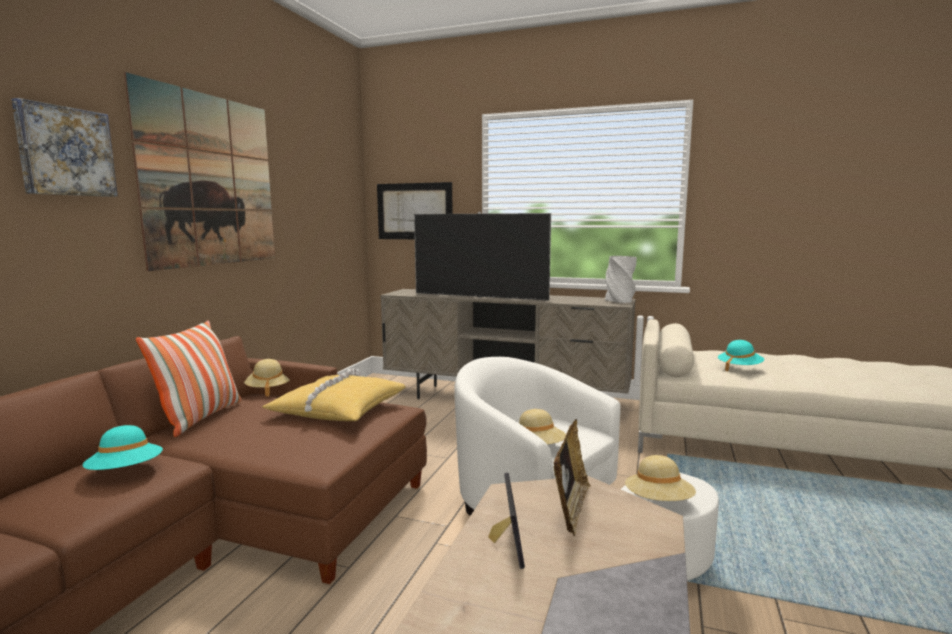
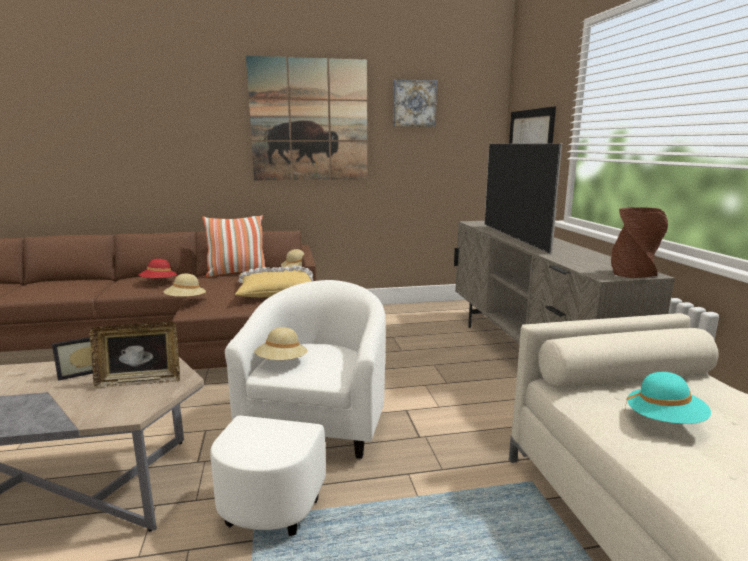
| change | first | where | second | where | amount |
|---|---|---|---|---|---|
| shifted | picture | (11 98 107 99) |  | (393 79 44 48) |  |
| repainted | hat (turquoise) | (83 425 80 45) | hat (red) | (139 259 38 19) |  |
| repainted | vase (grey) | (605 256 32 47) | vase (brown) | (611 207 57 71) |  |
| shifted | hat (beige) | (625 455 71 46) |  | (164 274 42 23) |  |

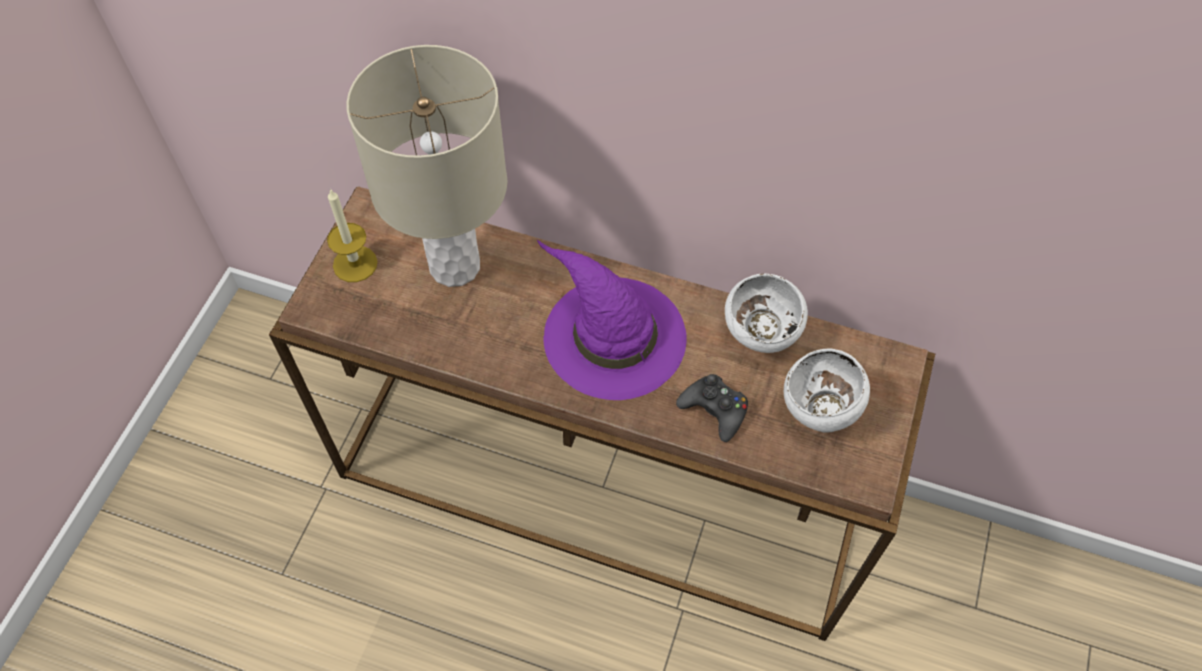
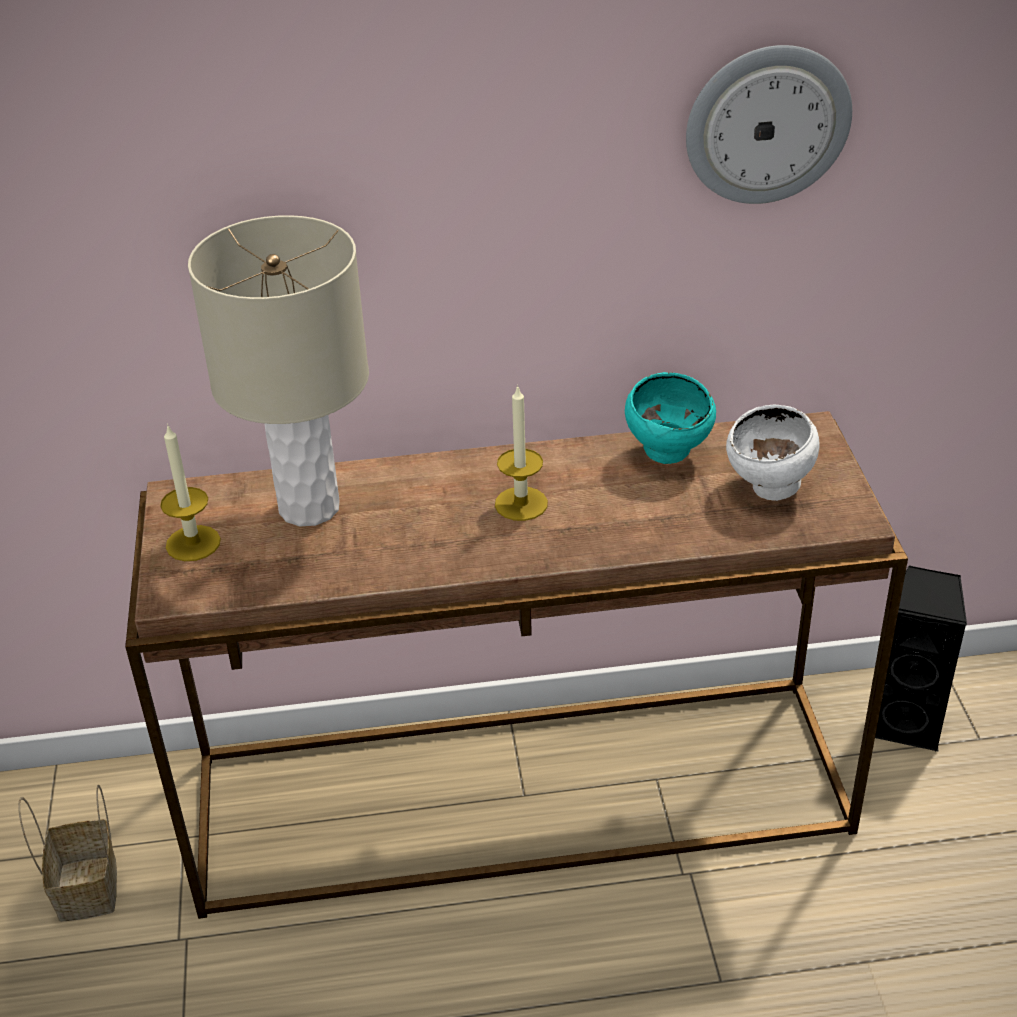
| change | first | where | second | where | amount |
|---|---|---|---|---|---|
| swapped | hat (purple) | (537 240 149 160) | candle | (495 385 53 136) |  |
| gone | game controller (black) | (676 374 72 68) |  |  |  |
| repainted | bowl (white) | (725 273 83 80) | bowl (turquoise) | (625 372 91 92) |  |
| new |  |  | basket | (18 785 99 137) |  |
| new |  |  | wall clock | (686 45 166 159) |  |
| new |  |  | speaker (black) | (875 565 92 187) |  |

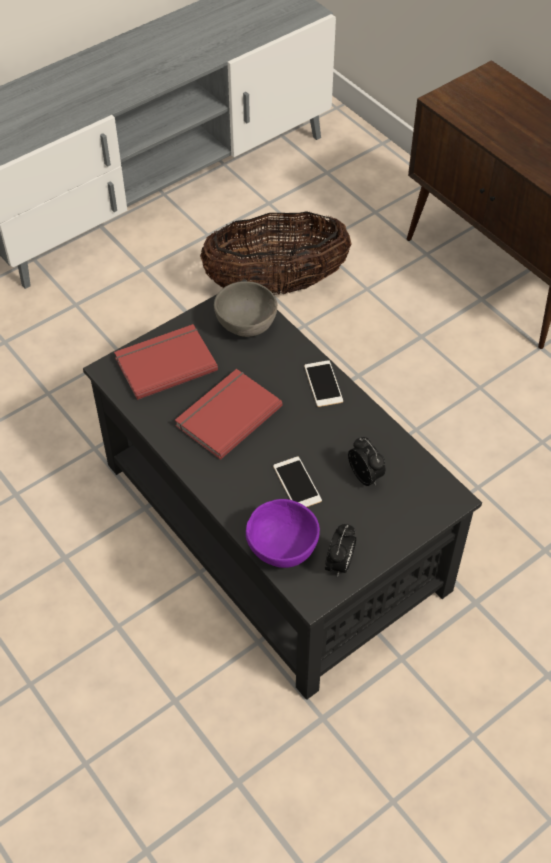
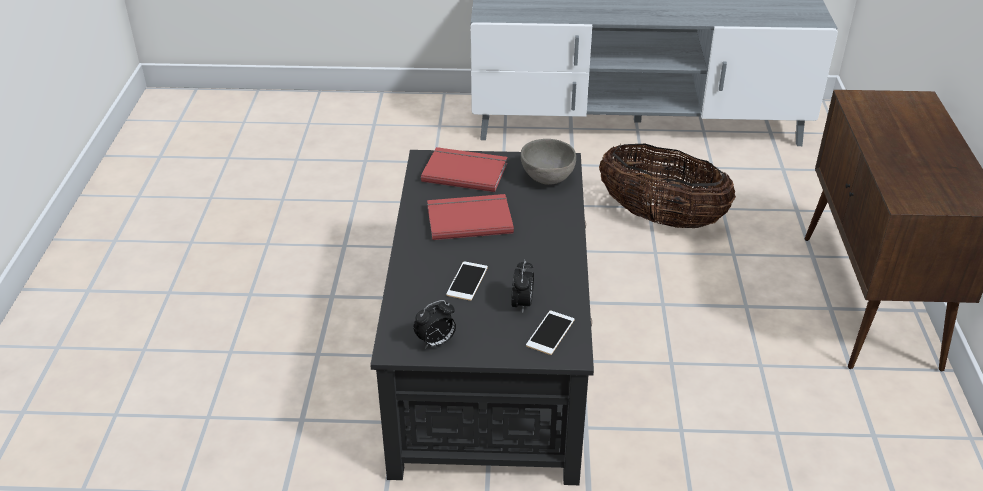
| change | first | where | second | where | amount |
|---|---|---|---|---|---|
| gone | bowl (purple) | (246 499 74 69) |  |  |  |
| shifted | phone | (304 360 39 47) |  | (526 311 49 44) |  |

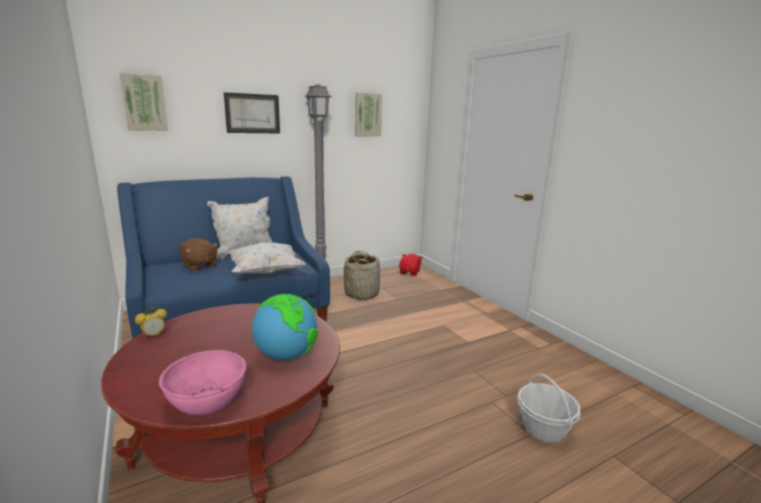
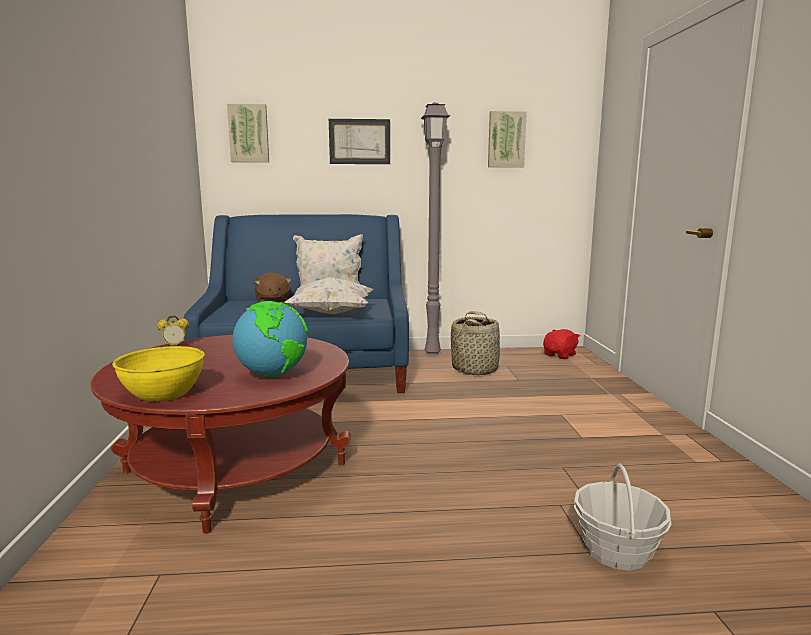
| change | first | where | second | where | amount |
|---|---|---|---|---|---|
| repainted | bowl (pink) | (159 350 87 66) | bowl (yellow) | (112 346 93 56) |  |

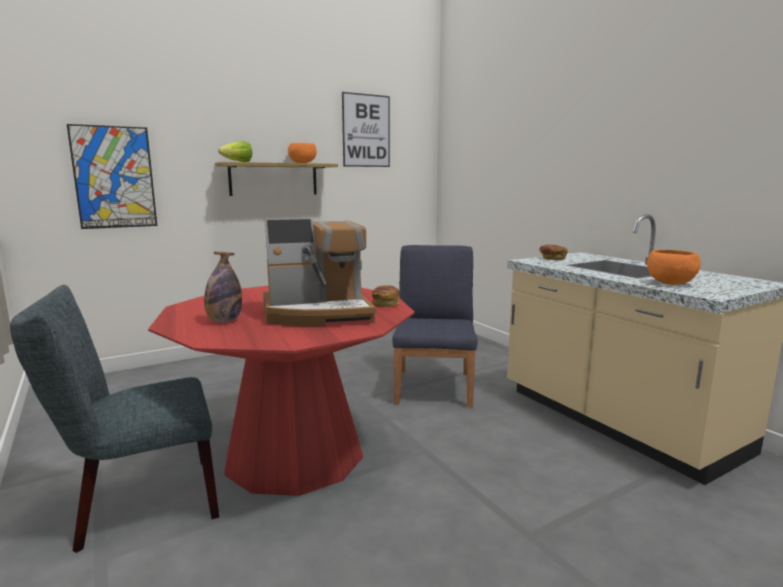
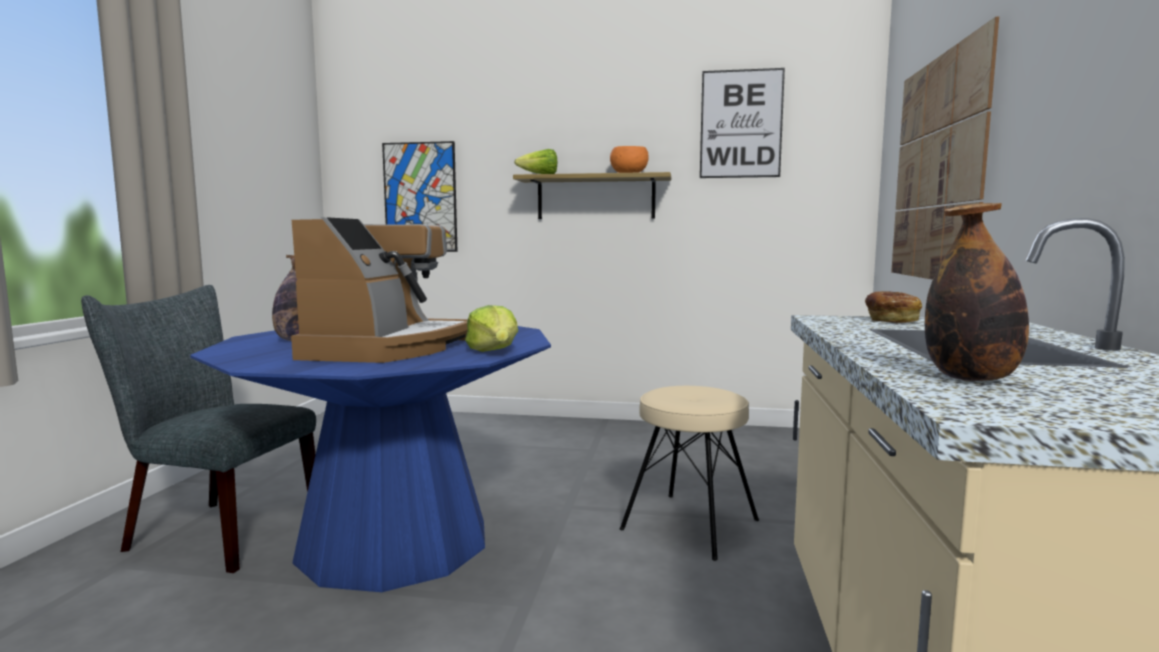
| change | first | where | second | where | amount |
|---|---|---|---|---|---|
| repainted | dining table (red) | (148 286 267 210) | dining table (blue) | (190 326 361 266) |  |
| rotated | coffee machine | (263 219 113 107) |  | (291 217 177 146) | 105 degrees counterclockwise |
| swapped | bread | (372 285 28 22) | lettuce | (465 305 53 47) |  |
| swapped | chair (blue) | (392 245 86 163) | stool (beige) | (620 386 139 175) |  |
| swapped | bowl (orange) | (647 250 54 35) | bottle | (925 203 104 178) |  |
| new |  |  | picture | (891 17 108 263) |  |

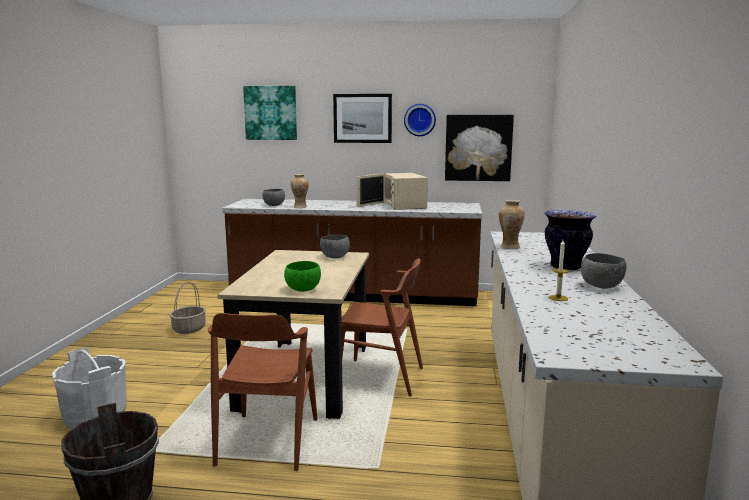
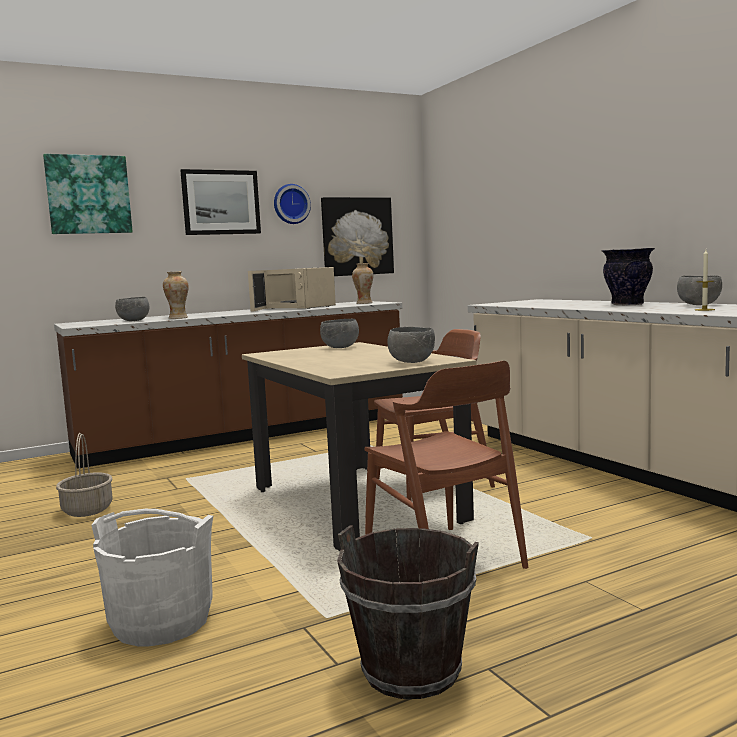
| change | first | where | second | where | amount |
|---|---|---|---|---|---|
| repainted | bowl (green) | (284 261 37 31) | bowl (grey) | (388 327 47 36) |  |
| shifted | vase | (499 200 26 49) |  | (352 263 21 41) |  |

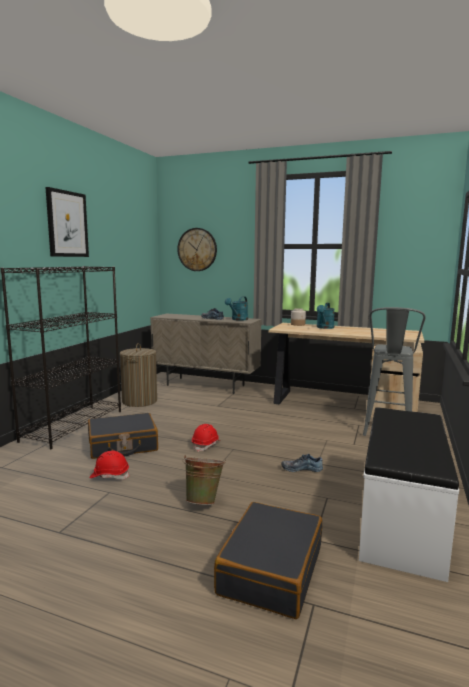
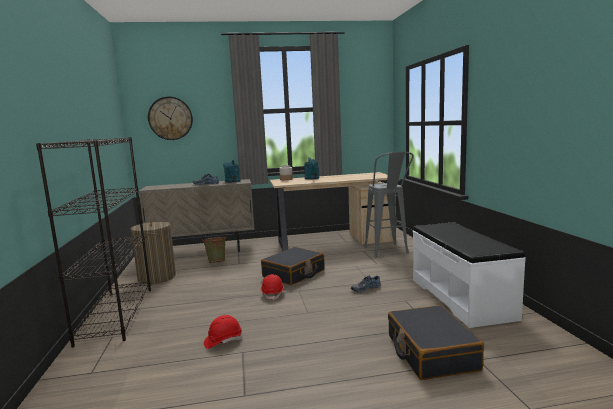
| change | first | where | second | where | amount |
|---|---|---|---|---|---|
| gone | picture | (45 187 44 70) |  |  |  |
| shifted | suitcase (black) | (88 413 70 46) |  | (261 247 64 38) |  |
| shifted | bucket (green) | (183 455 43 50) |  | (202 237 25 26) |  |

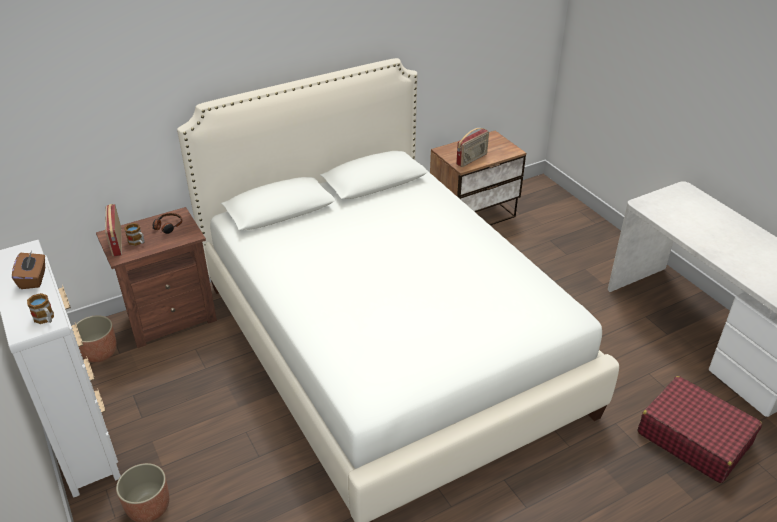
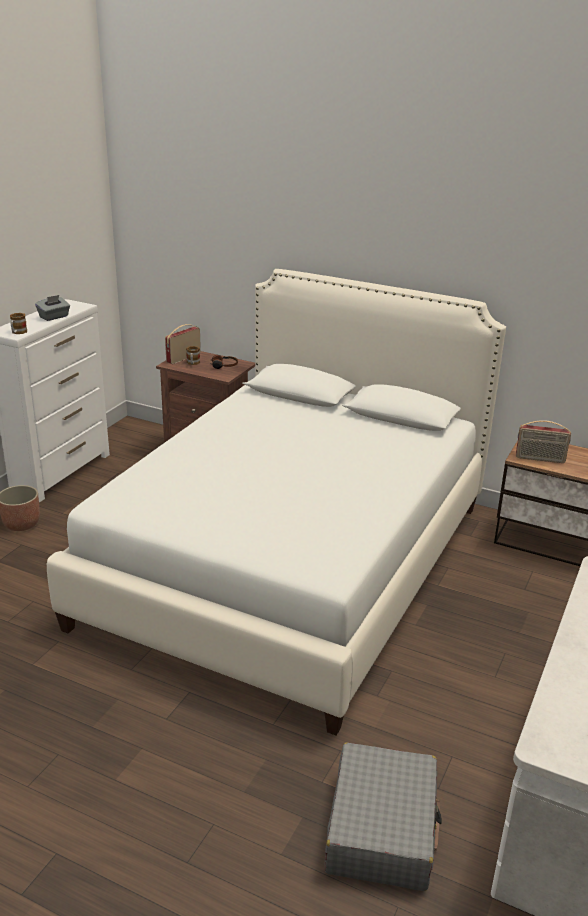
| change | first | where | second | where | amount |
|---|---|---|---|---|---|
| repainted | tissue box (brown) | (12 251 33 38) | tissue box (grey) | (35 295 35 26) |  |
| gone | planter | (76 315 41 47) |  |  |  |
| repainted | suitcase (red) | (637 376 125 107) | suitcase (grey) | (325 742 117 149) |  |

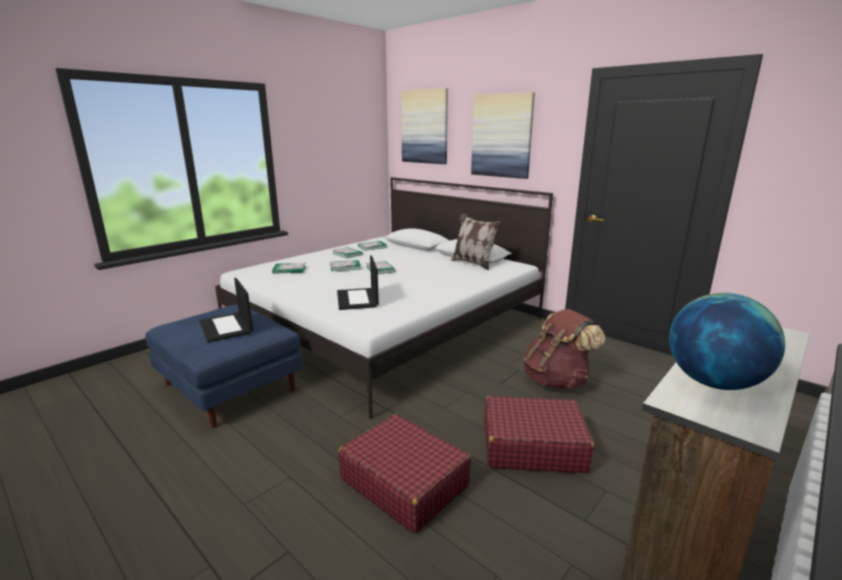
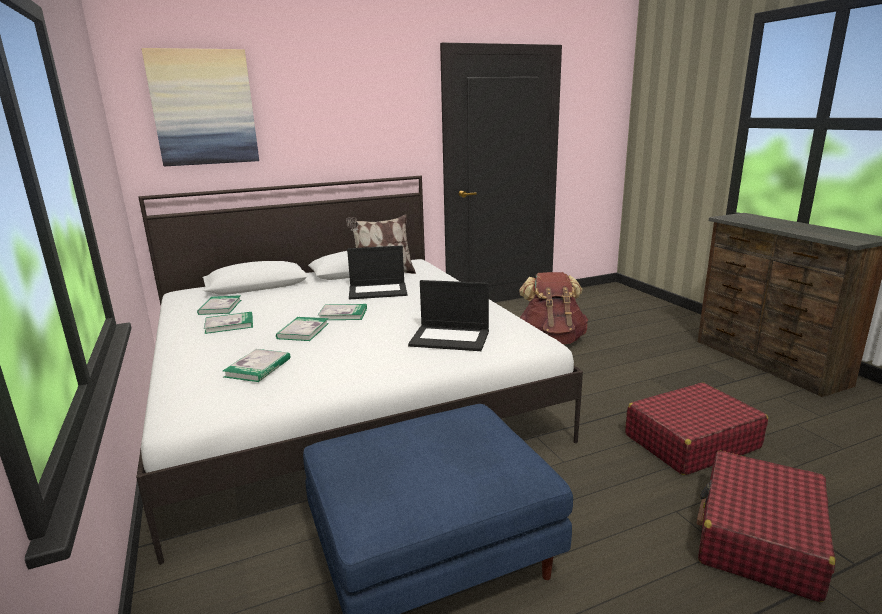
| change | first | where | second | where | amount |
|---|---|---|---|---|---|
| shifted | laptop | (199 278 54 64) |  | (347 245 60 55) |  |
| gone | picture | (471 92 64 87) |  |  |  |
| shifted | suitcase (red) | (484 396 110 77) |  | (697 451 138 151) |  |
| gone | globe | (669 293 116 97) |  |  |  |

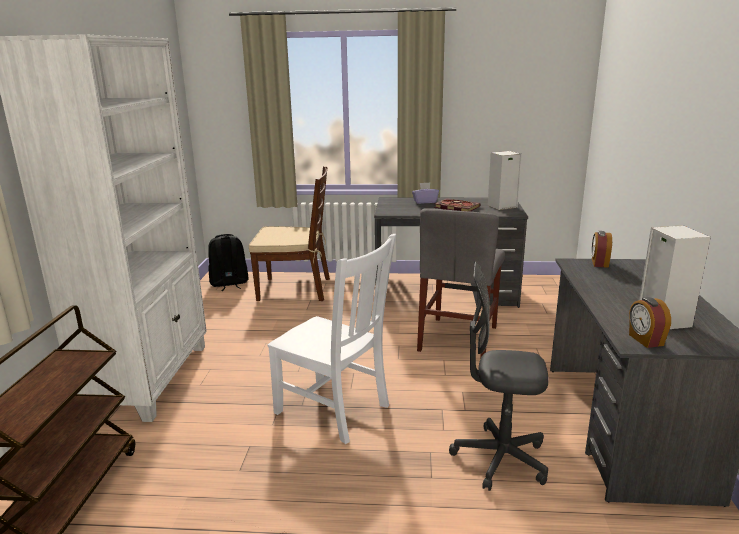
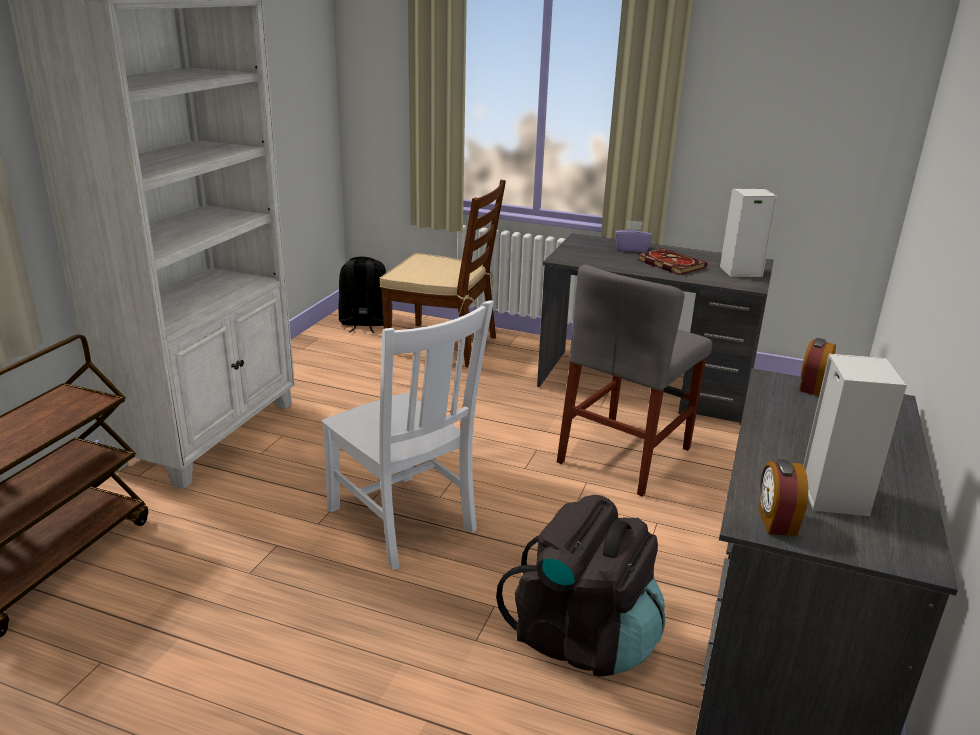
| change | first | where | second | where | amount |
|---|---|---|---|---|---|
| swapped | office chair (grey) | (449 262 100 229) | backpack (black) | (496 495 169 182) |  |

